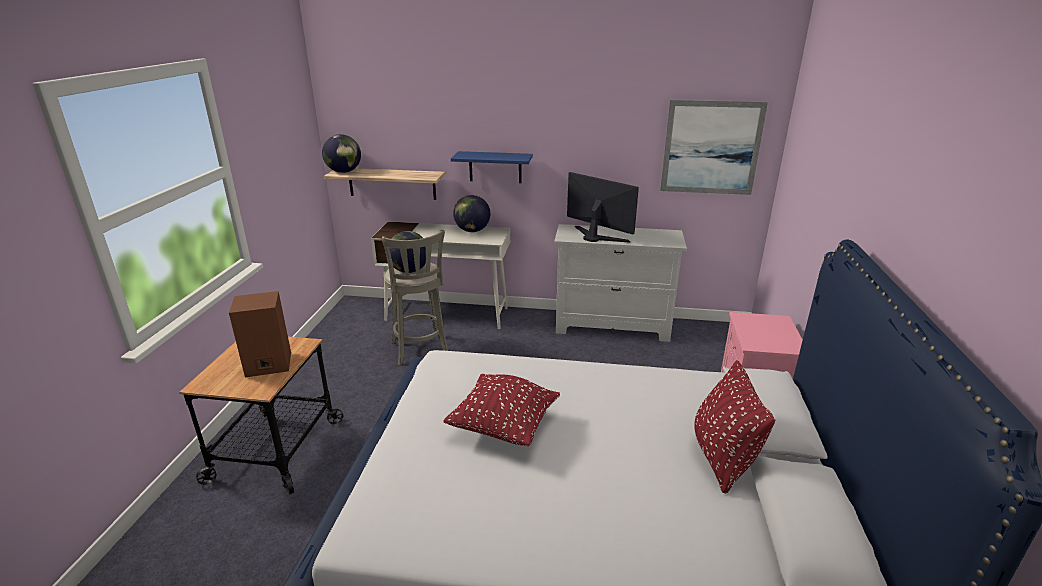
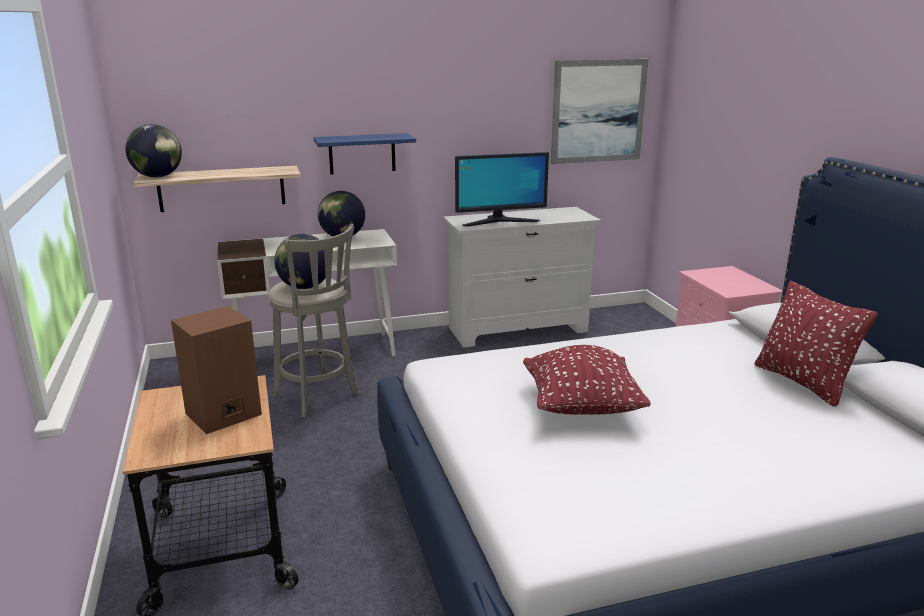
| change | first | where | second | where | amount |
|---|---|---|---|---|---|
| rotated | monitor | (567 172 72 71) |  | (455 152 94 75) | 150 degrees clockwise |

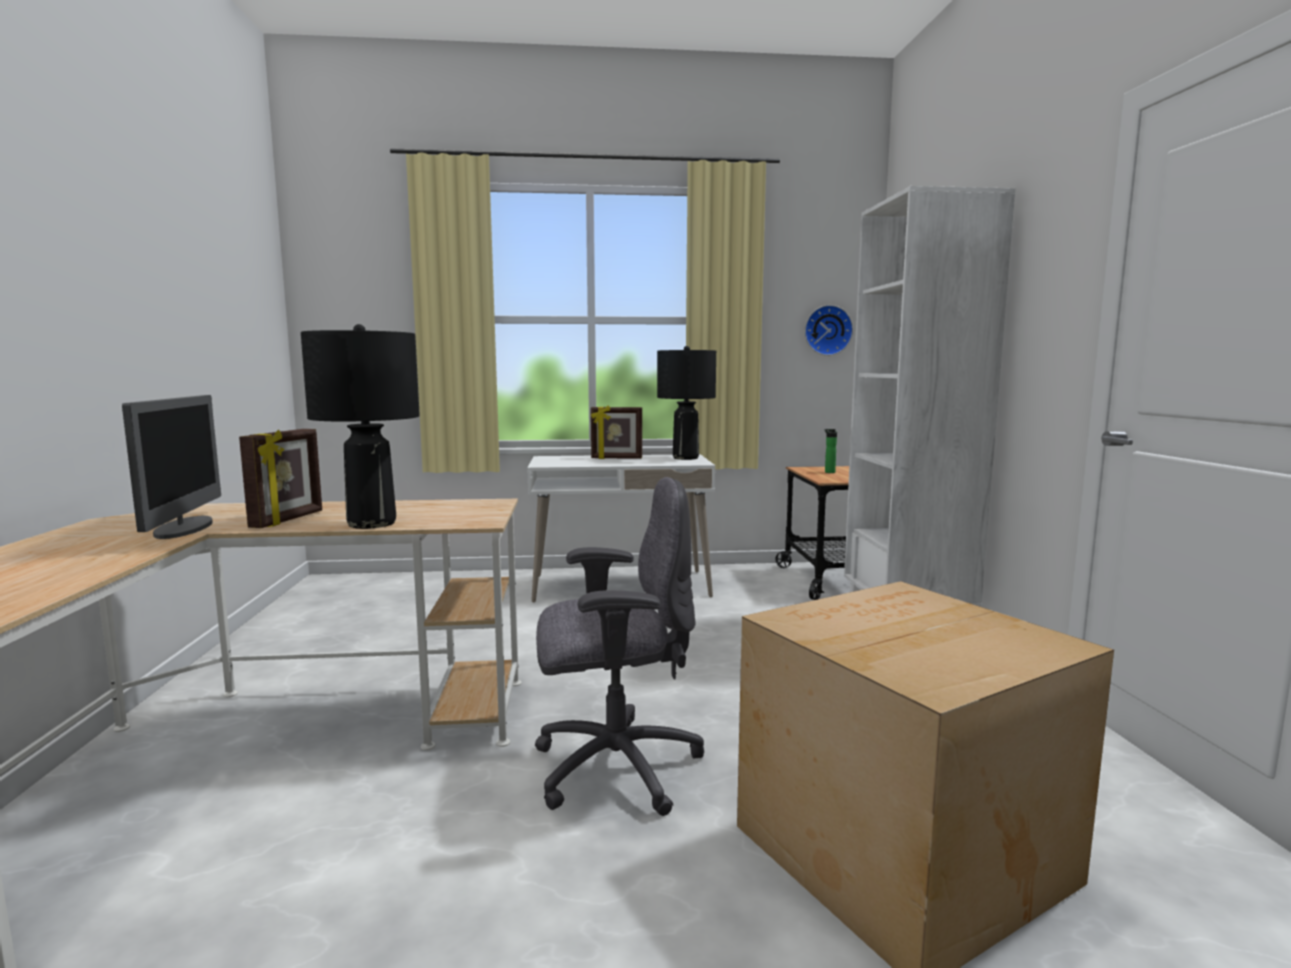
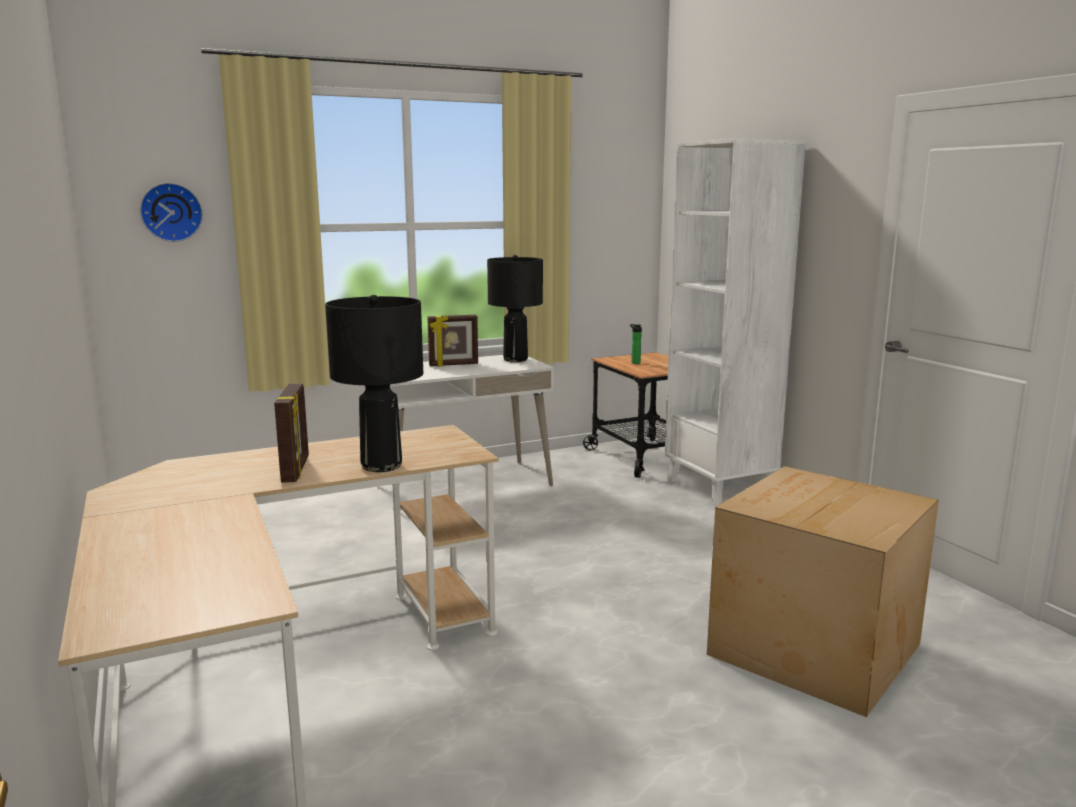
| change | first | where | second | where | amount |
|---|---|---|---|---|---|
| gone | monitor | (122 395 99 144) |  |  |  |
| gone | office chair (grey) | (535 477 169 339) |  |  |  |
| shifted | wall clock | (805 305 48 51) |  | (140 183 63 59) |  |

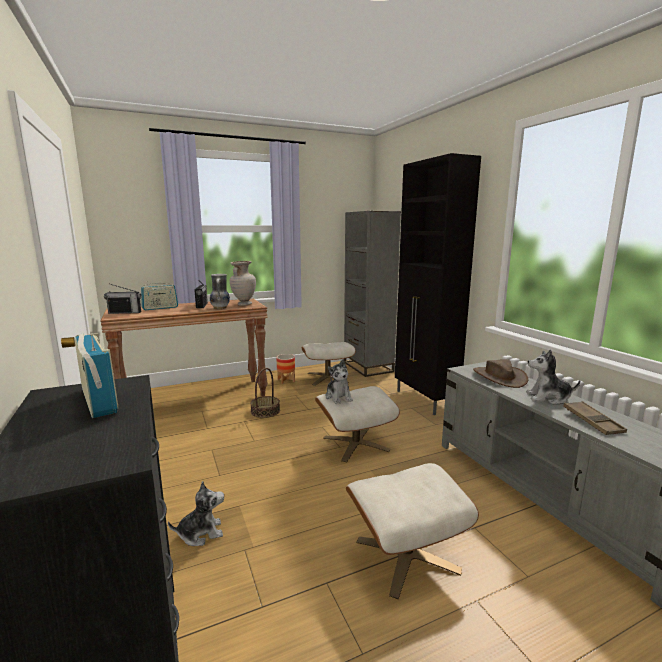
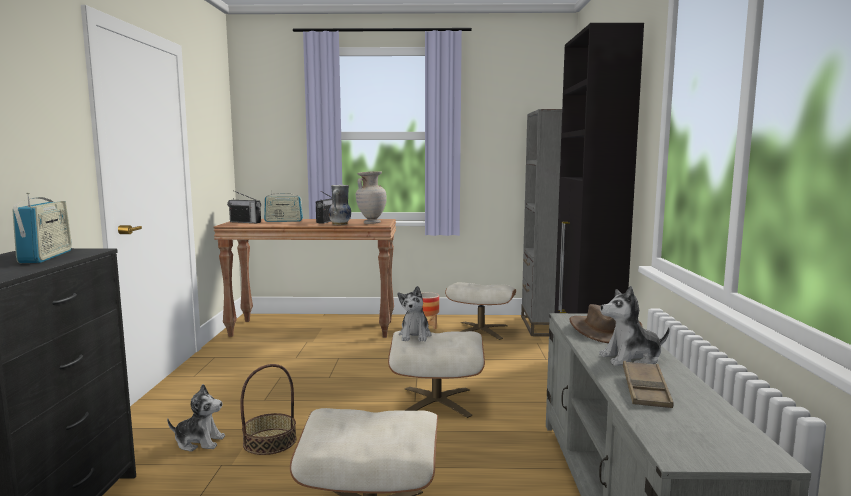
| change | first | where | second | where | amount |
|---|---|---|---|---|---|
| shifted | basket | (250 368 30 50) |  | (240 364 56 91) |  |
| rotated | plush toy | (526 349 54 55) |  | (599 286 71 80) | 45 degrees counterclockwise |

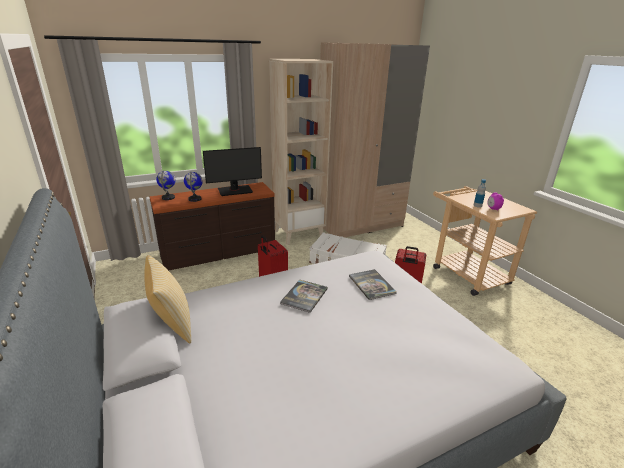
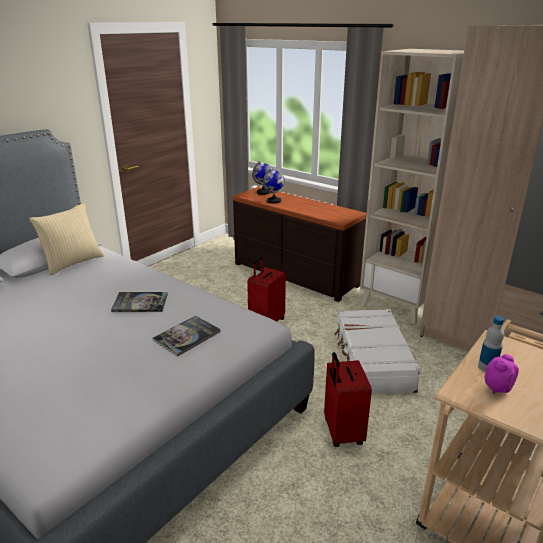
| change | first | where | second | where | amount |
|---|---|---|---|---|---|
| gone | monitor | (203 147 59 49) |  |  |  |

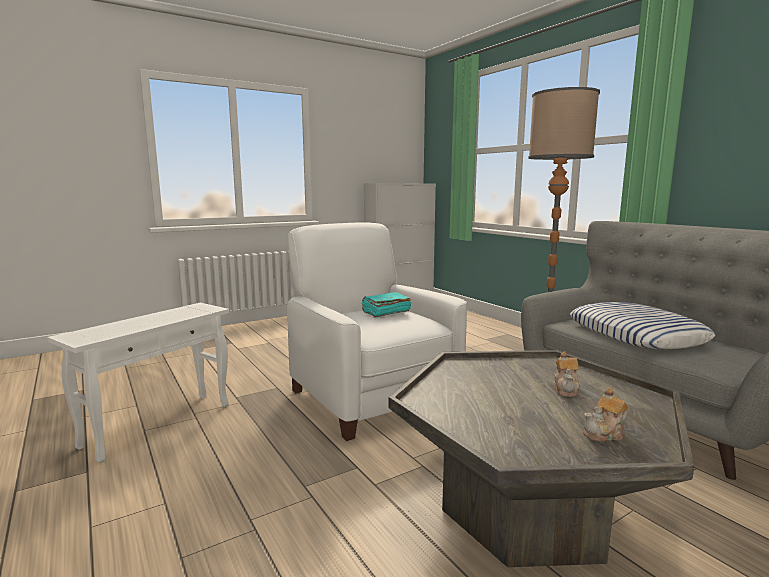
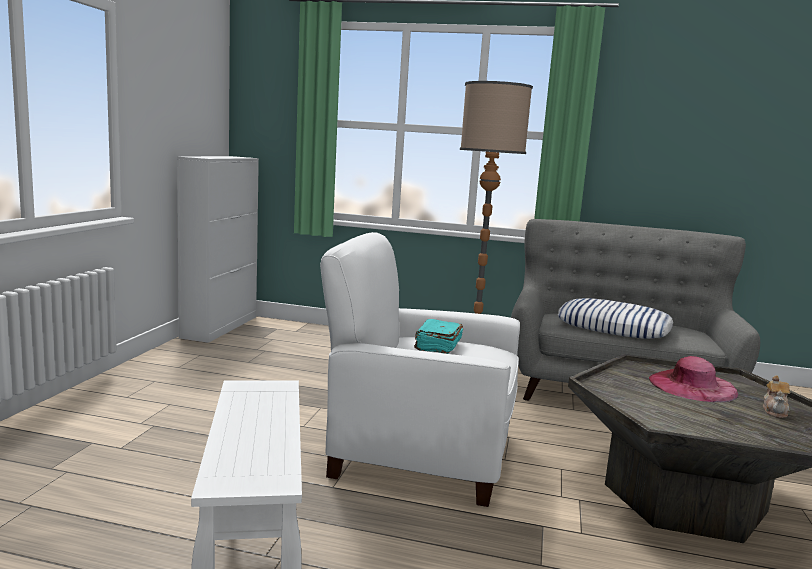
| change | first | where | second | where | amount |
|---|---|---|---|---|---|
| swapped | teapot | (554 352 26 45) | hat (pink) | (649 356 89 46) |  |

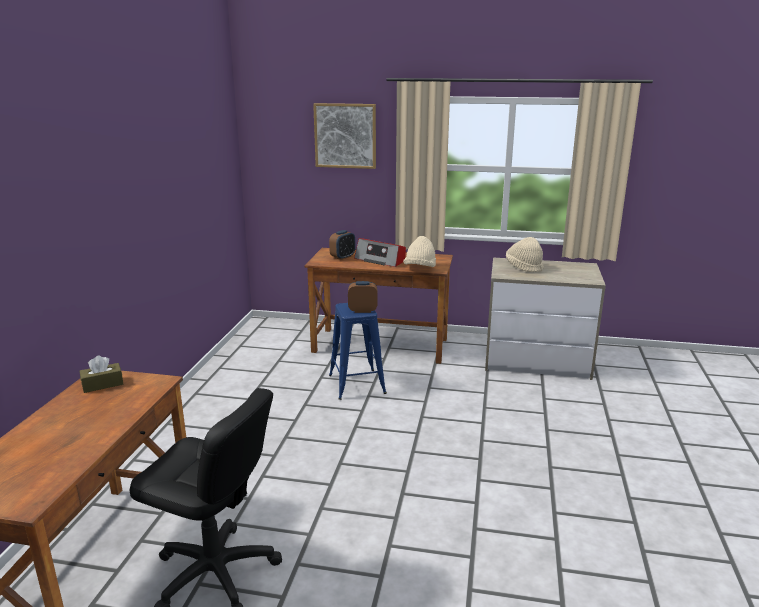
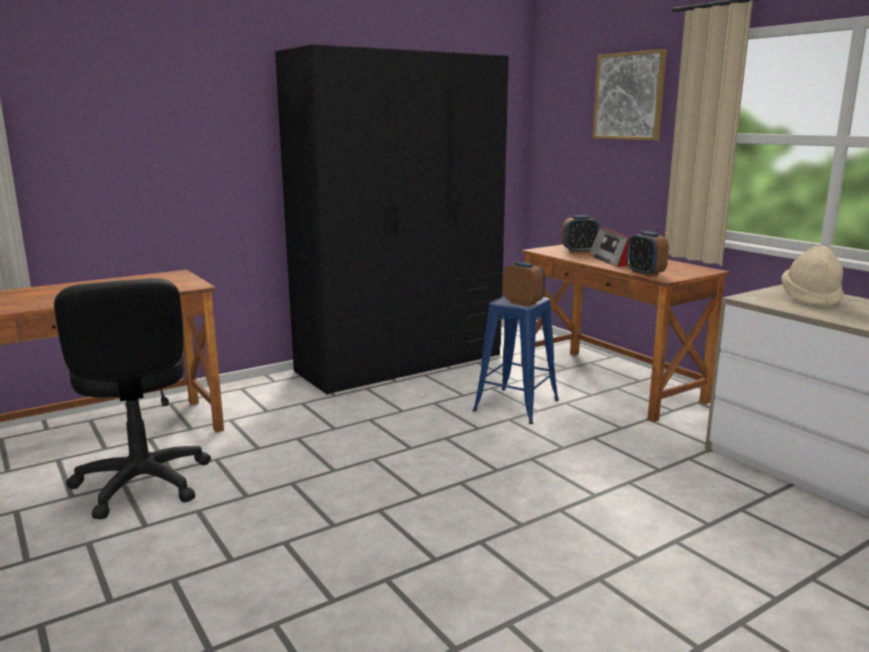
| change | first | where | second | where | amount |
|---|---|---|---|---|---|
| gone | tissue box (brown) | (80 356 43 37) |  |  |  |
| swapped | hat (beige) | (403 236 33 31) | alarm clock | (627 231 42 45) |  |
| new |  |  | wardrobe (black) | (275 44 234 351) |  |

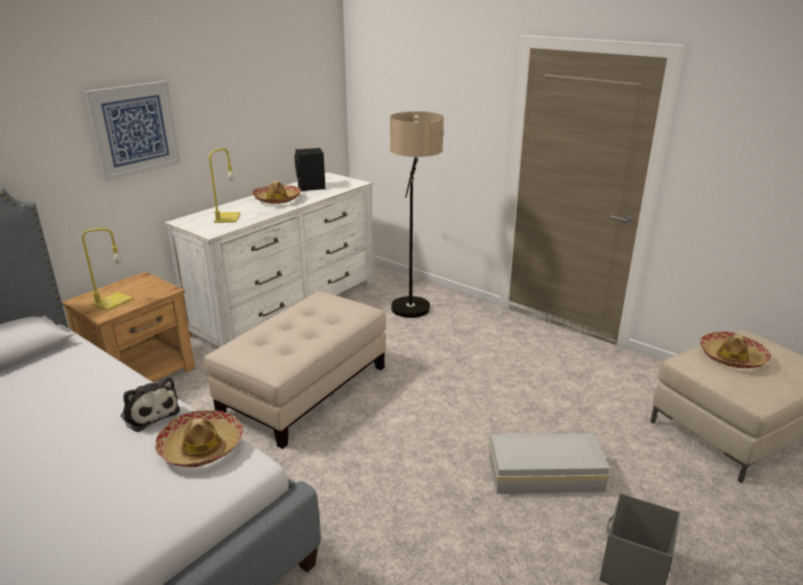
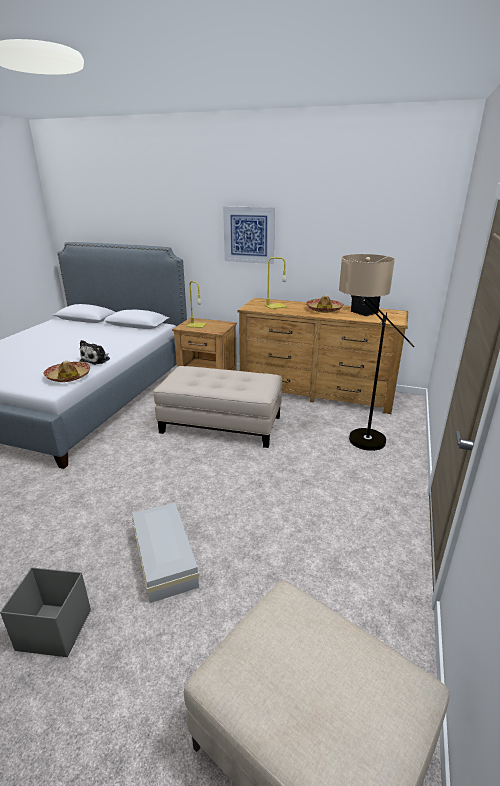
| change | first | where | second | where | amount |
|---|---|---|---|---|---|
| repainted | dresser (white) | (164 172 209 176) | dresser (brown) | (238 298 170 116) |  |
| gone | hat | (700 331 71 37) |  |  |  |

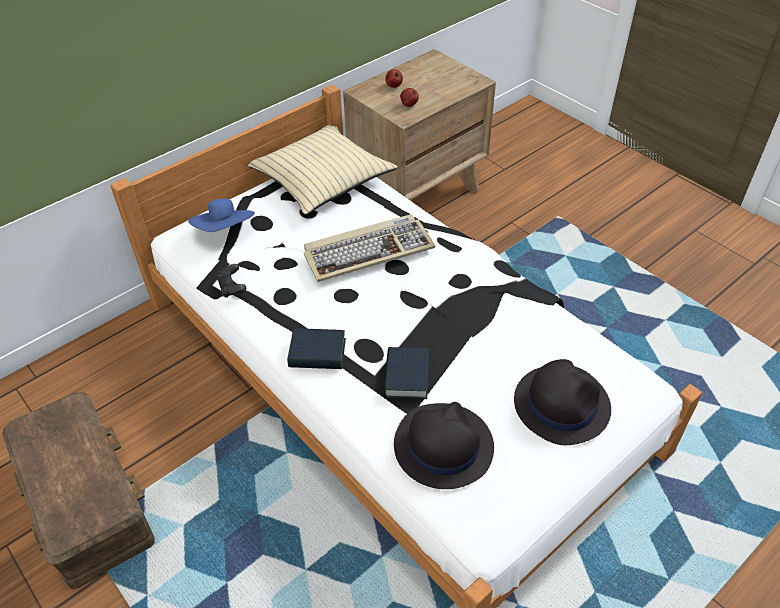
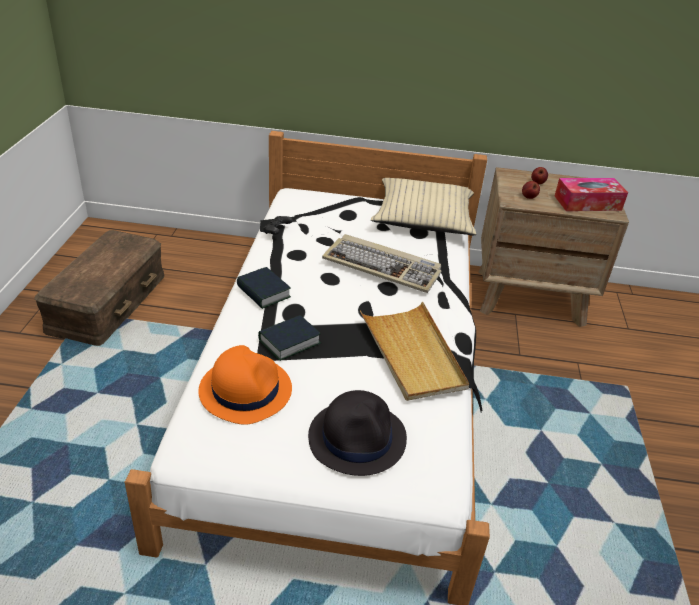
| change | first | where | second | where | amount |
|---|---|---|---|---|---|
| gone | hat (blue) | (188 199 67 33) |  |  |  |
| repainted | hat (black) | (394 402 100 87) | hat (orange) | (198 345 94 80) |  |
| new |  |  | tray (beige) | (360 302 109 99) |  |
| new |  |  | tissue box | (555 178 73 33) |  |

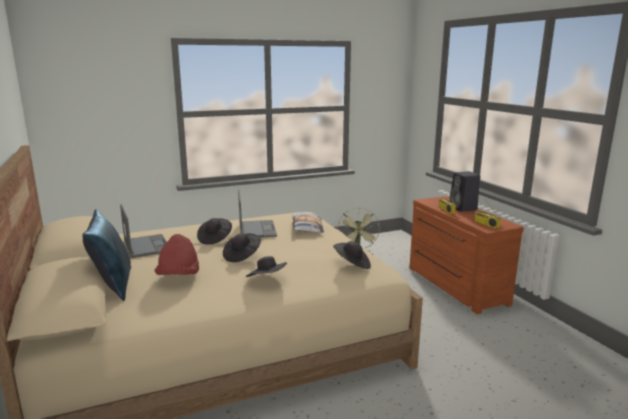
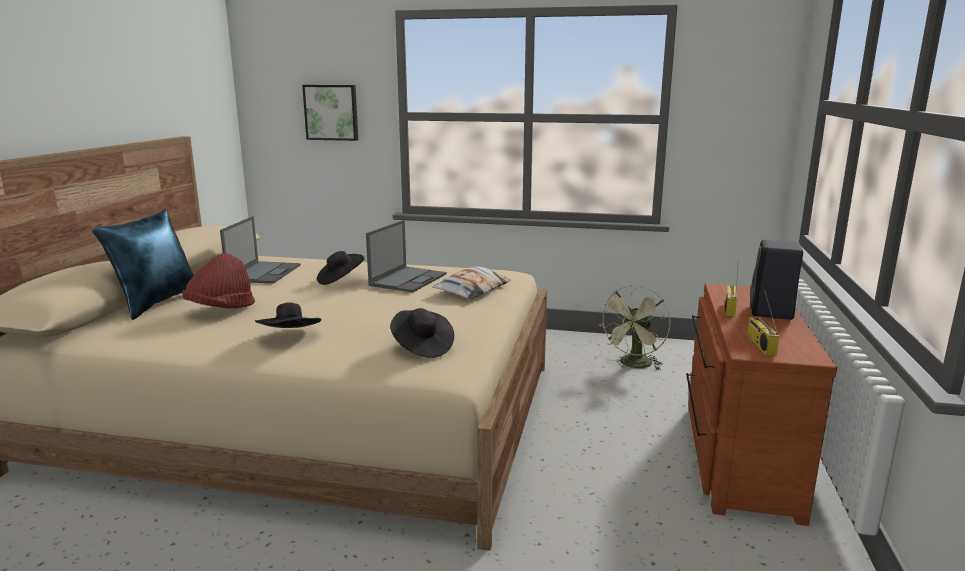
| change | first | where | second | where | amount |
|---|---|---|---|---|---|
| gone | hat (black) | (223 233 38 29) |  |  |  |
| new |  |  | picture | (302 85 56 56) |  |

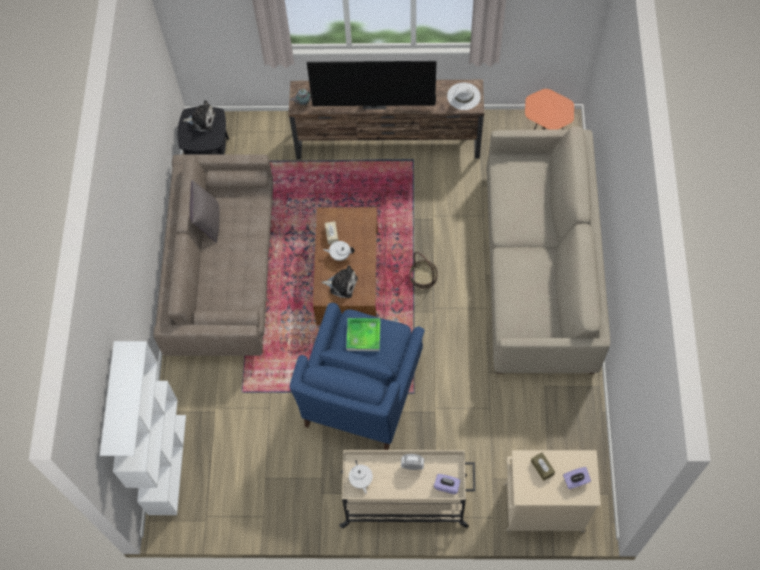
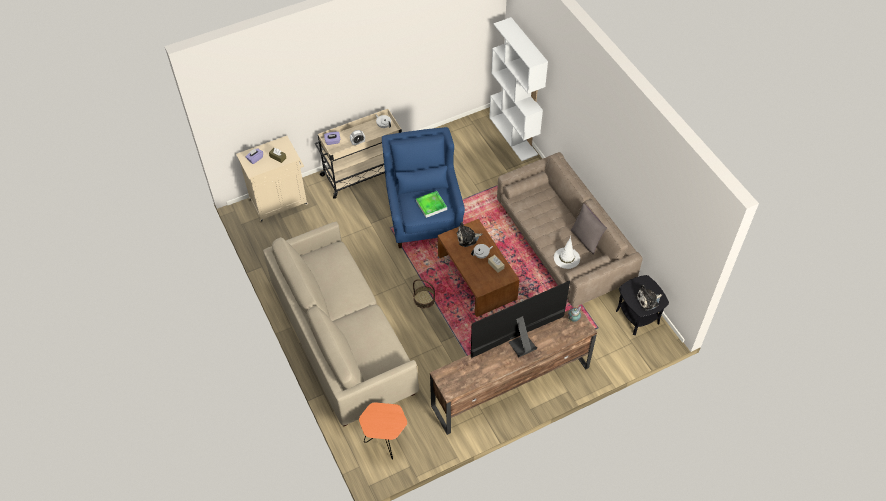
| change | first | where | second | where | amount |
|---|---|---|---|---|---|
| shifted | hat (white) | (447 83 34 27) |  | (554 236 26 33) |  |

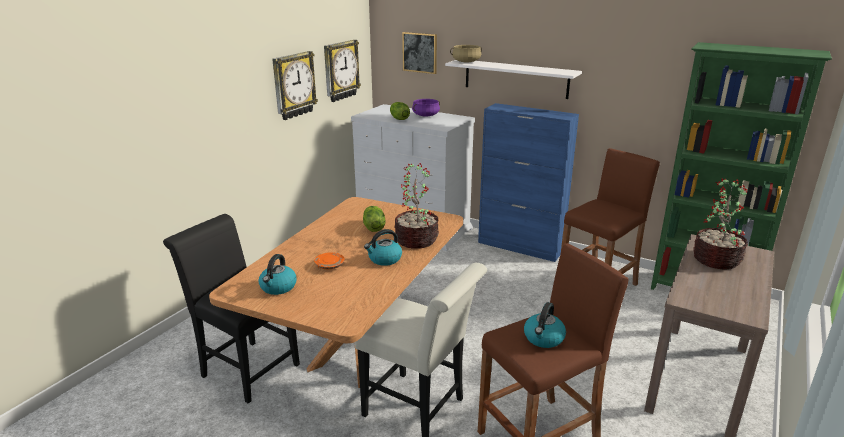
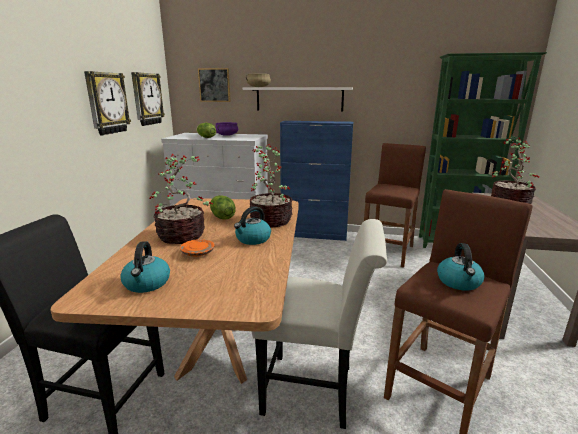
| change | first | where | second | where | amount |
|---|---|---|---|---|---|
| new |  |  | potted plant | (150 154 63 90) |  |

